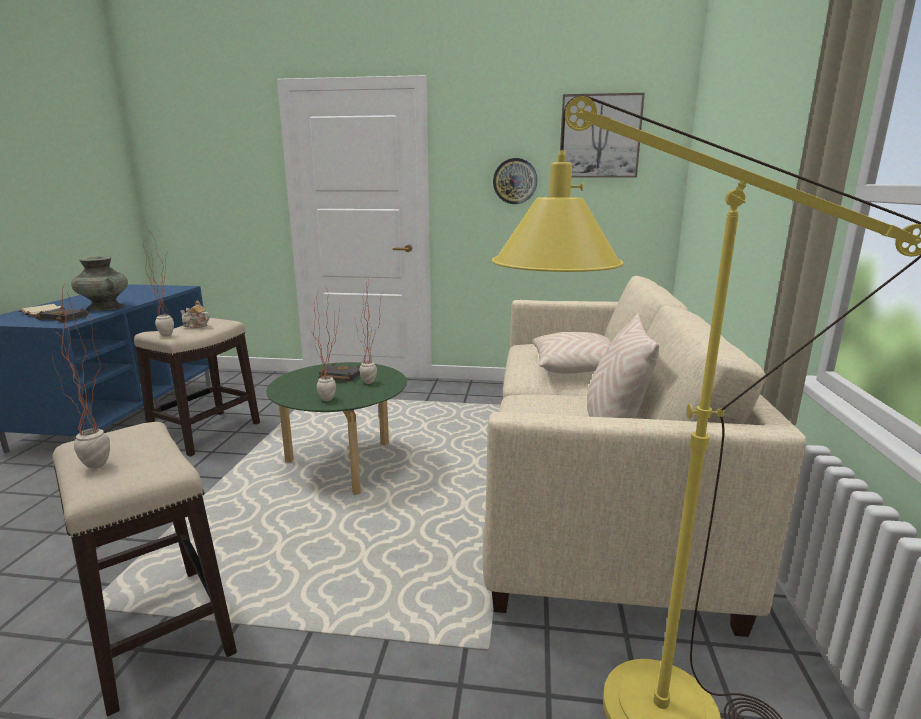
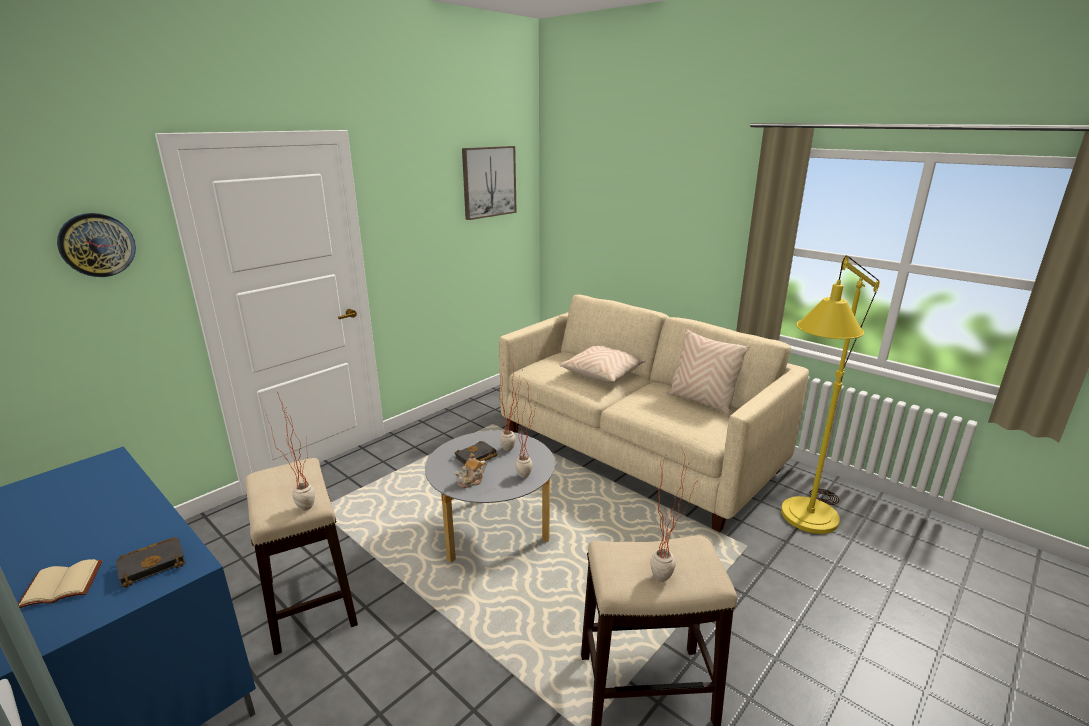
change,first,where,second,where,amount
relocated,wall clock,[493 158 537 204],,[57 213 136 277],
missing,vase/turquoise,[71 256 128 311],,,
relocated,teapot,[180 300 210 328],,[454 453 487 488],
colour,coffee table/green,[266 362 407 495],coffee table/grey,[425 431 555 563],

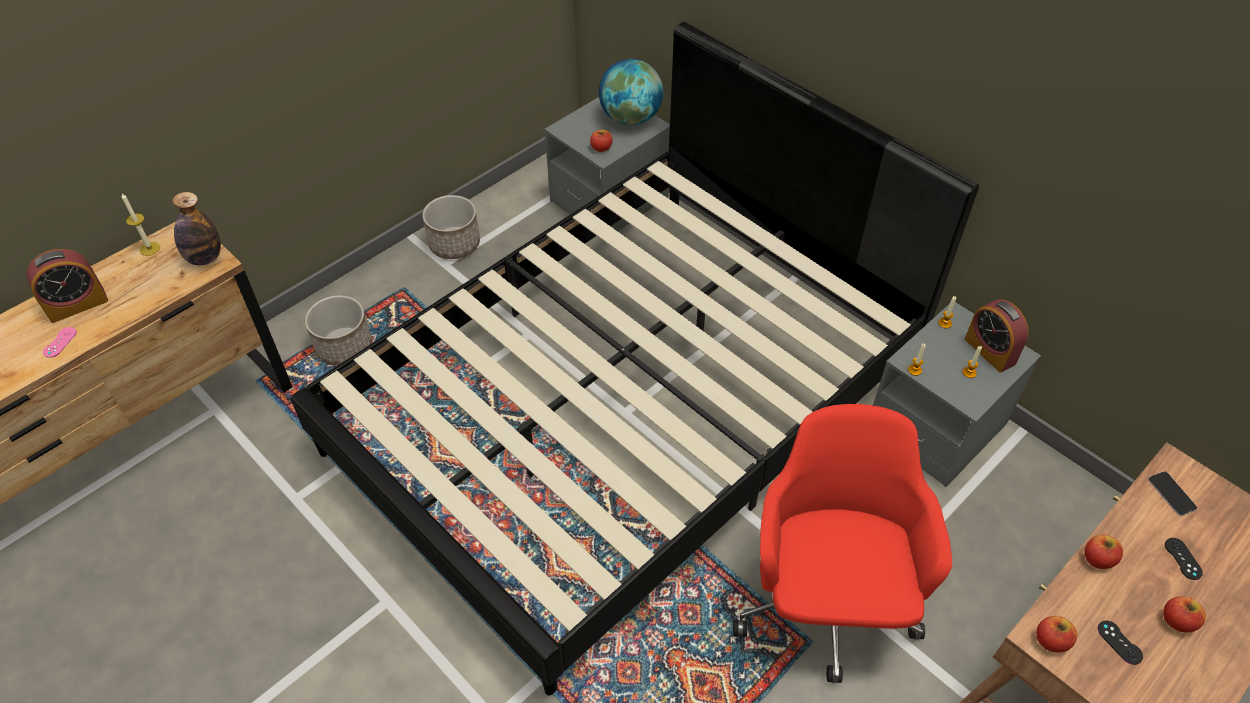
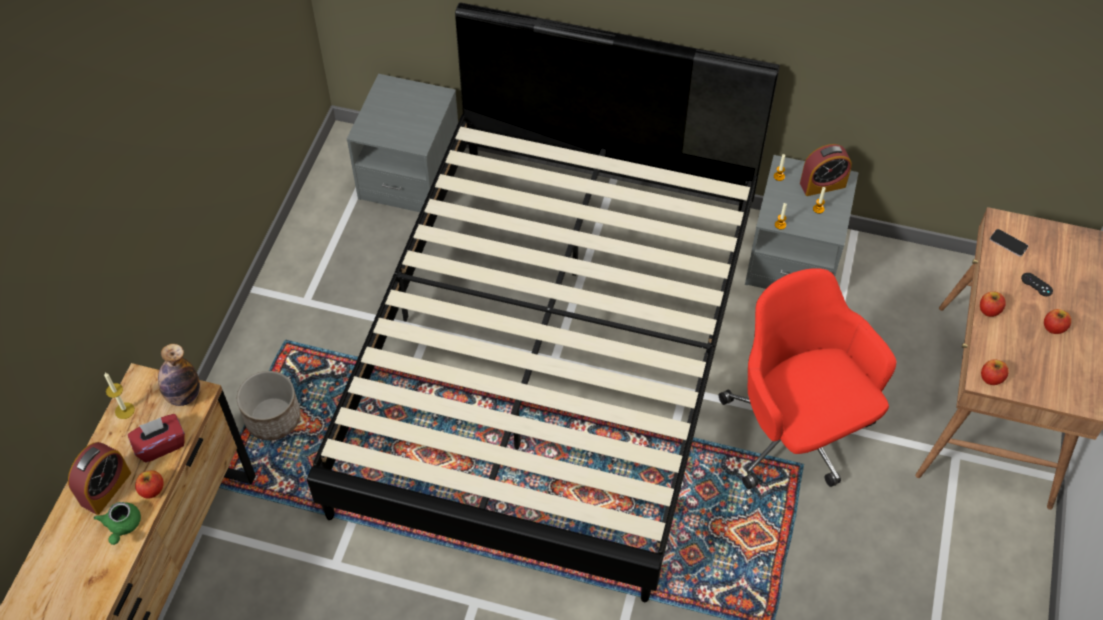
change,first,where,second,where,amount
missing,globe,[599 59 663 125],,,
relocated,apple,[590 130 613 152],,[135 470 164 499],
missing,planter,[423 195 480 259],,,
spun,alarm clock,[965 299 1029 373],,[800 144 852 196],45 degrees counterclockwise
exchanged,game controller/pink,[43 327 76 358],teapot/green,[94 502 141 545],
missing,game controller/black,[1098 621 1143 665],,,
appeared,,,tissue box/red,[128 414 185 463],

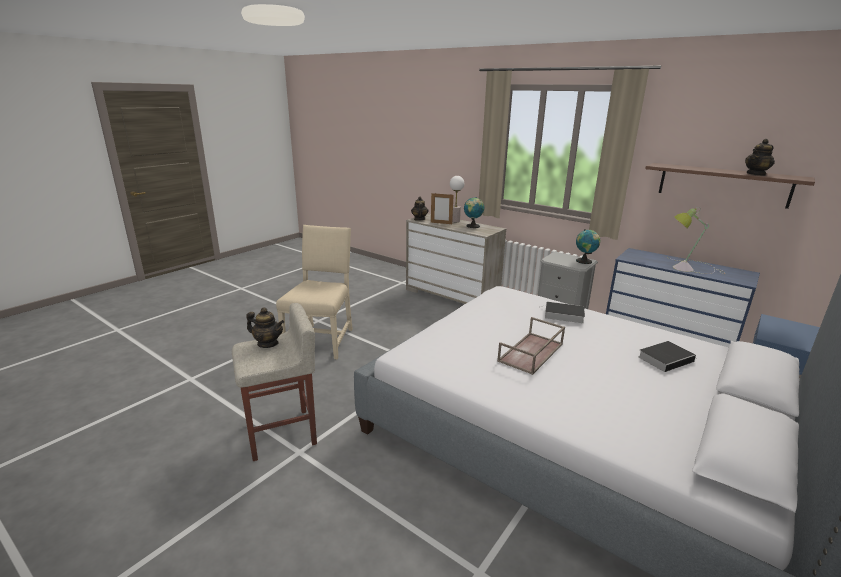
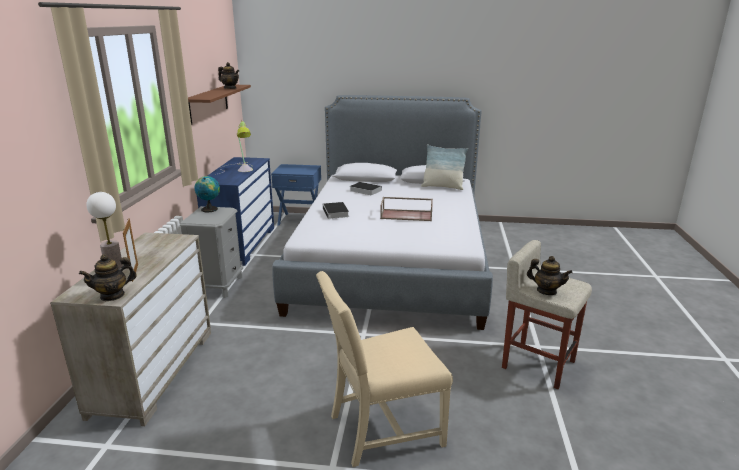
change,first,where,second,where,amount
missing,globe,[464 197 484 228],,,
spun,teapot,[247 307 284 348],,[527 256 573 295],135 degrees clockwise
appeared,,,pillow,[421 144 468 190],

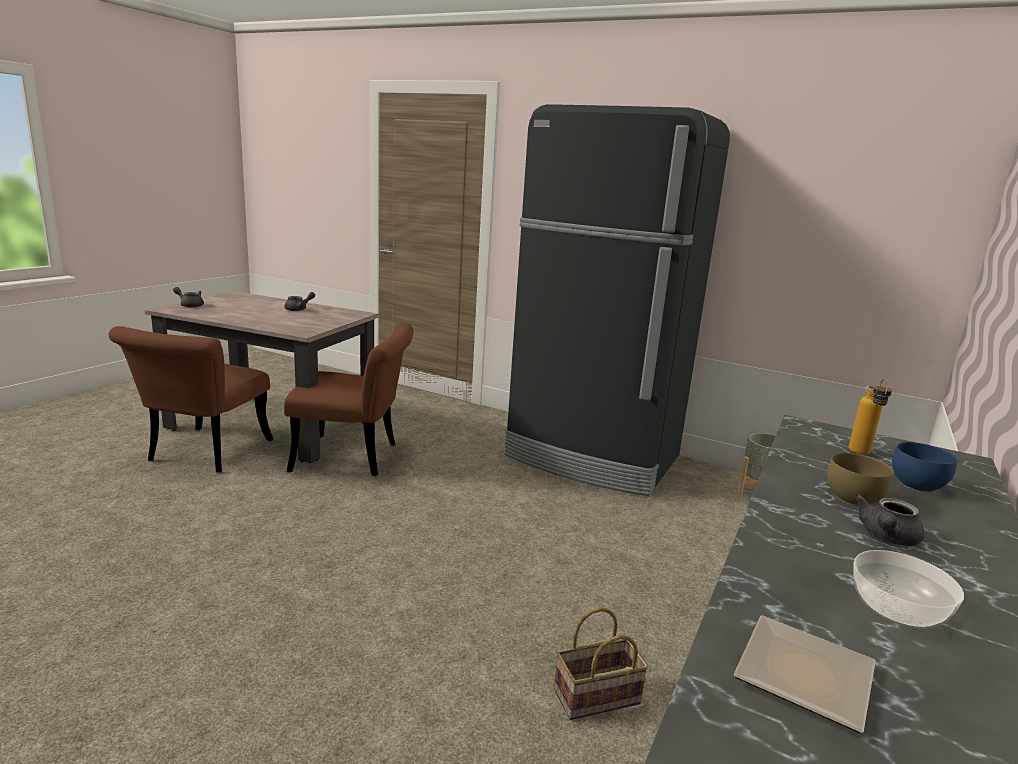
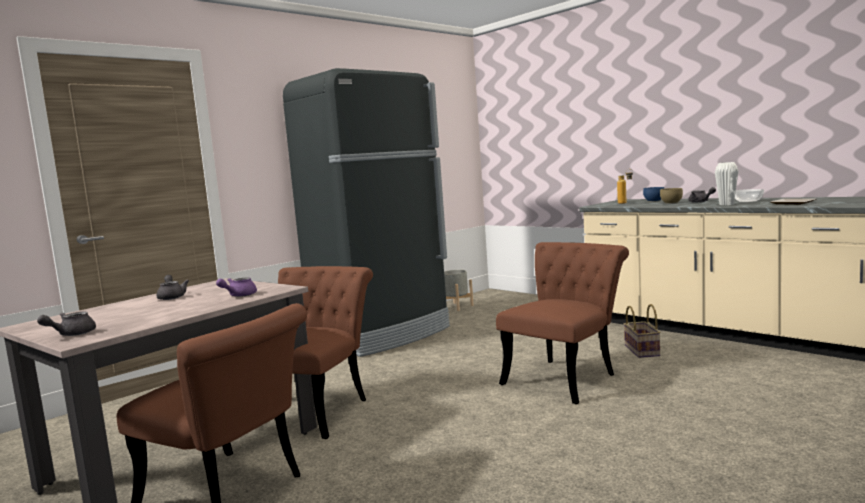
change,first,where,second,where,amount
appeared,,,vase/white,[715 162 738 205],
appeared,,,chair/brown,[496 242 629 404],
appeared,,,teapot/purple,[216 278 257 297],

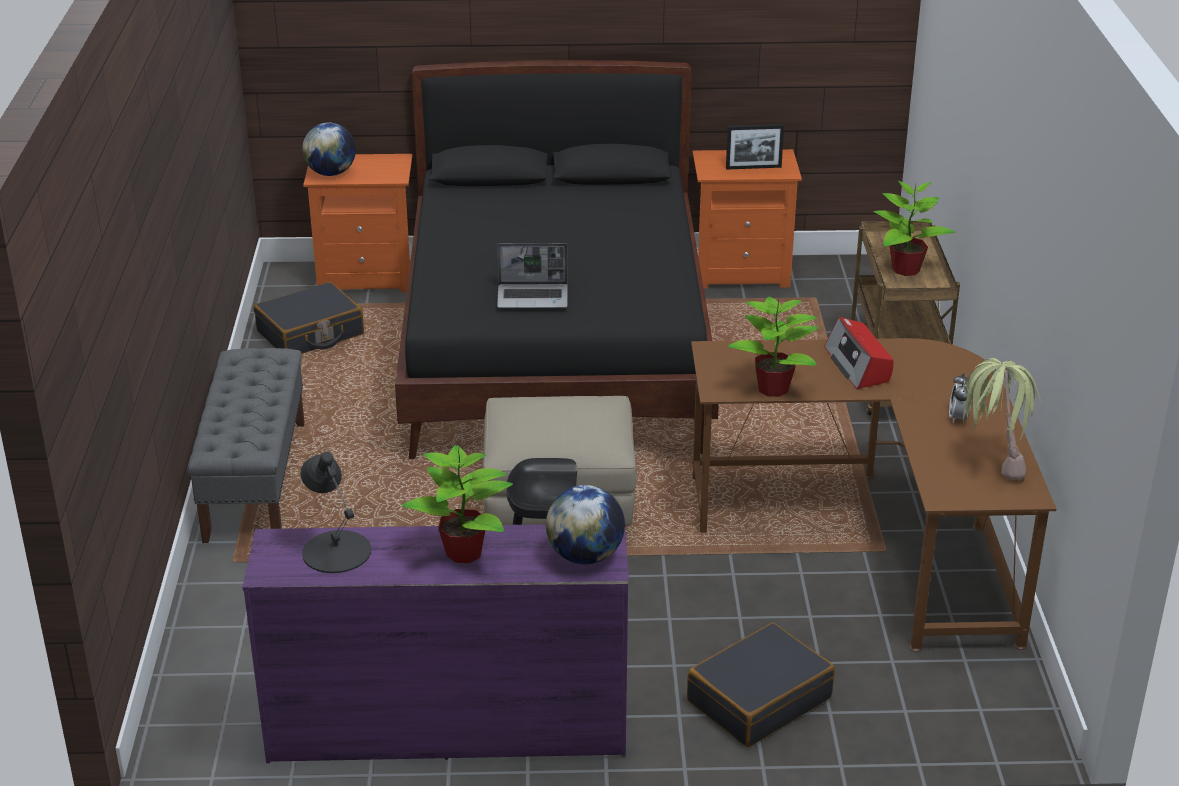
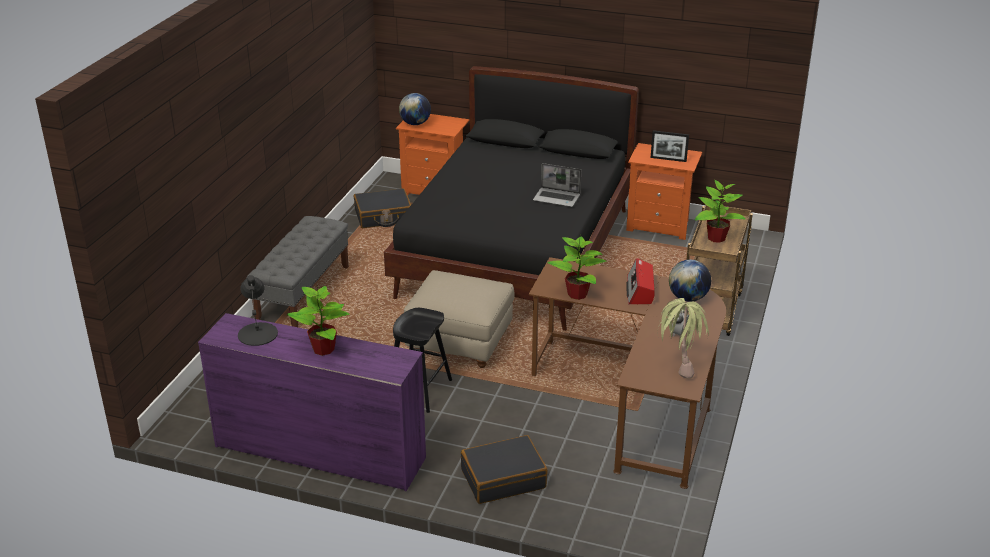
change,first,where,second,where,amount
relocated,laptop,[497 243 568 308],,[533 163 582 207],
relocated,globe,[546 485 625 564],,[669 260 711 302],

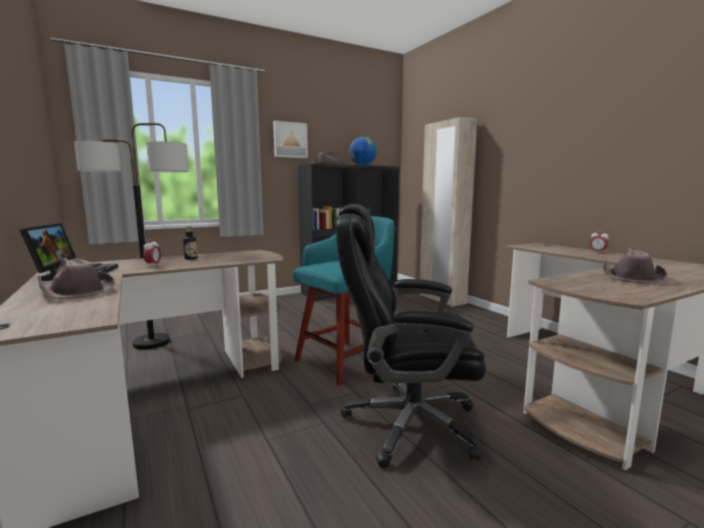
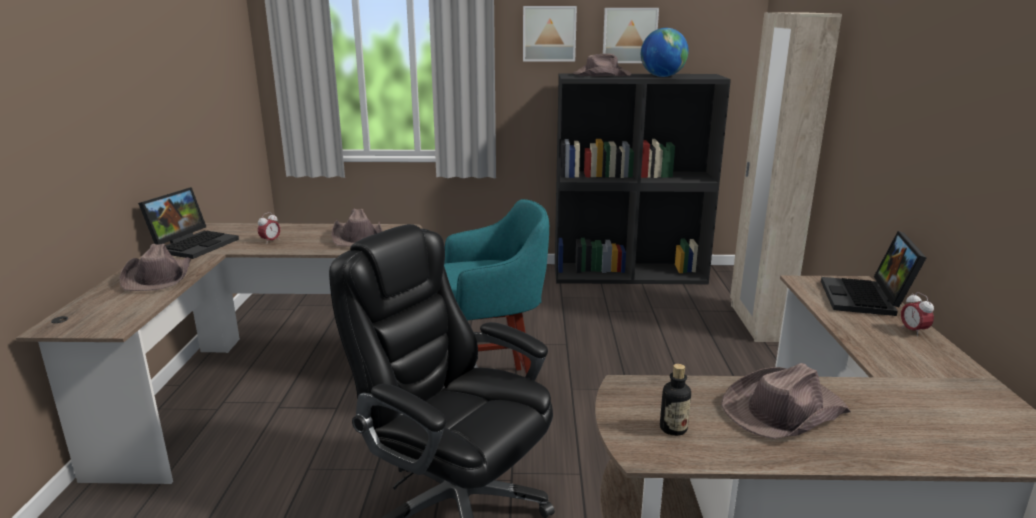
change,first,where,second,where,amount
missing,floor lamp,[74 123 188 350],,,
relocated,bottle,[183 227 198 260],,[660 364 691 436],
appeared,,,picture,[603 8 659 63],
appeared,,,hat/brown,[331 209 382 247],
appeared,,,laptop,[821 231 926 316],

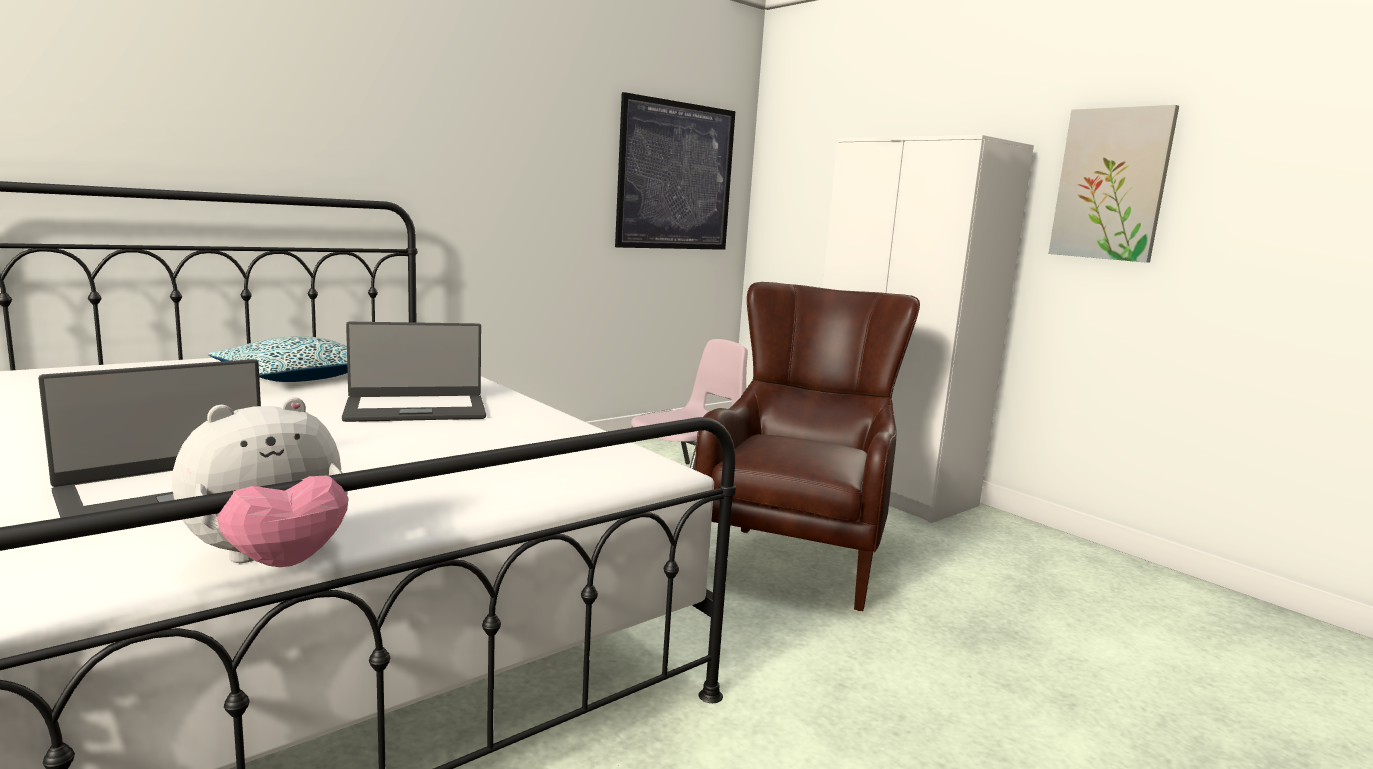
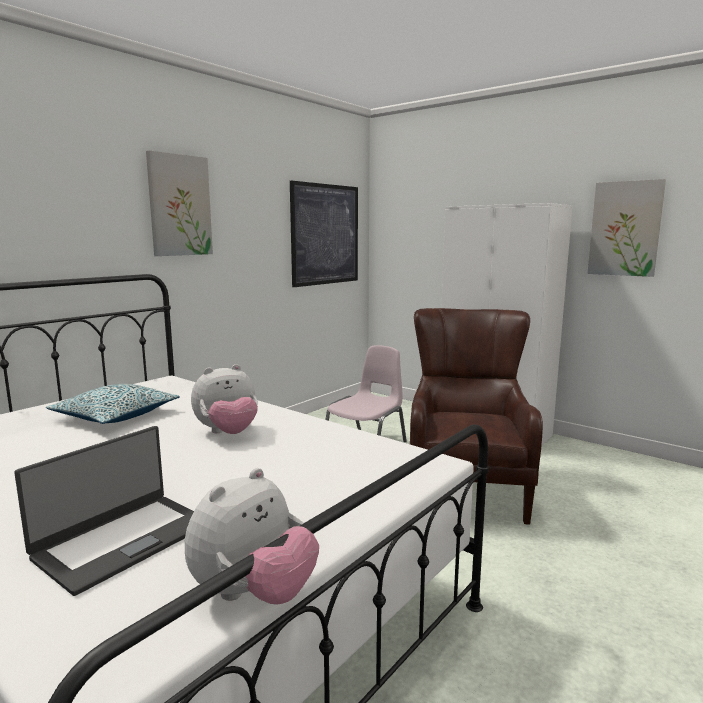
change,first,where,second,where,amount
exchanged,laptop,[342 322 486 422],plush toy,[191 364 258 434],
appeared,,,picture,[146 150 213 256],

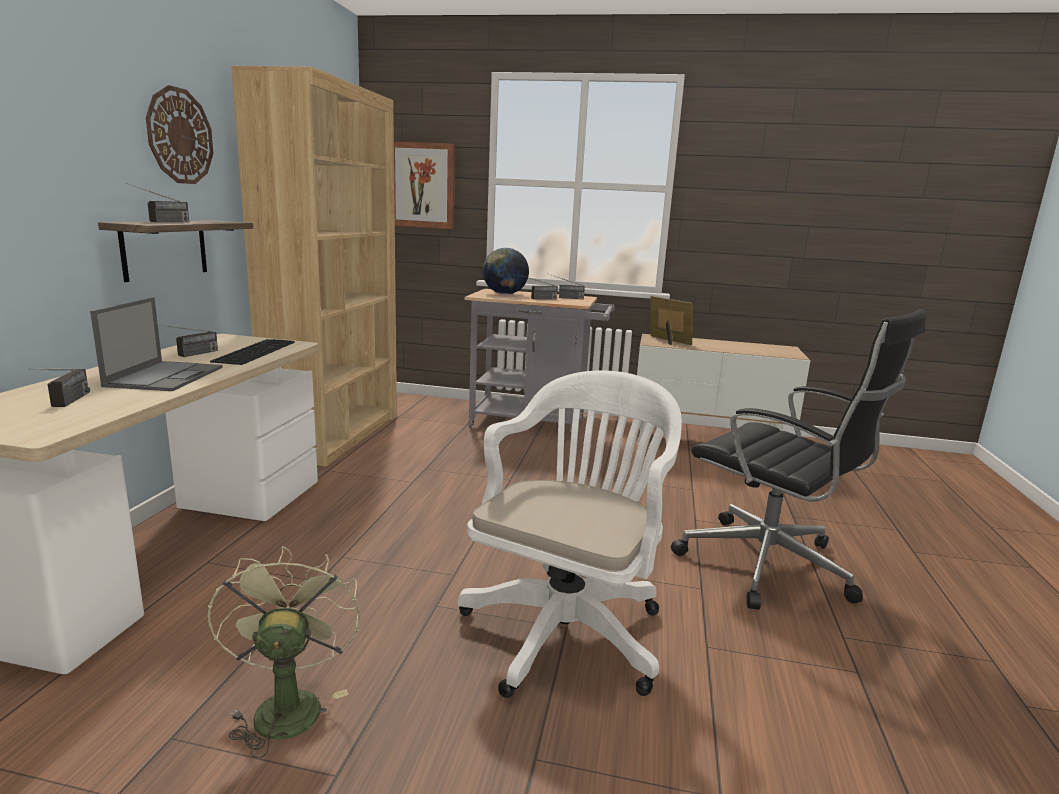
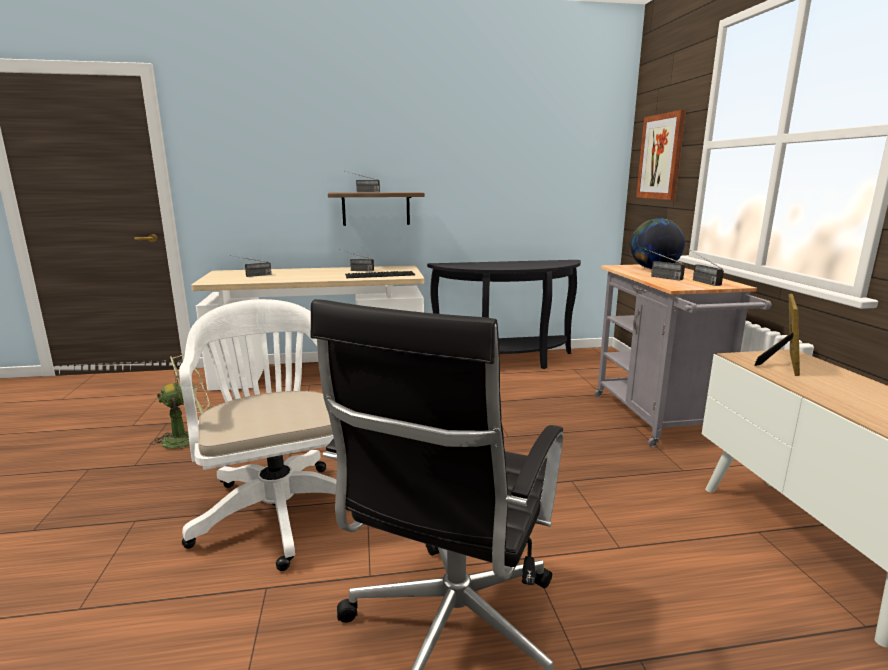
change,first,where,second,where,amount
exchanged,bookcase/brown,[231 66 397 467],console table/black,[427 260 581 369],
missing,wall clock,[146 85 213 184],,,
missing,laptop,[90 297 223 391],,,
spun,office chair/white,[458 370 682 698],,[179 299 337 571],120 degrees counterclockwise

